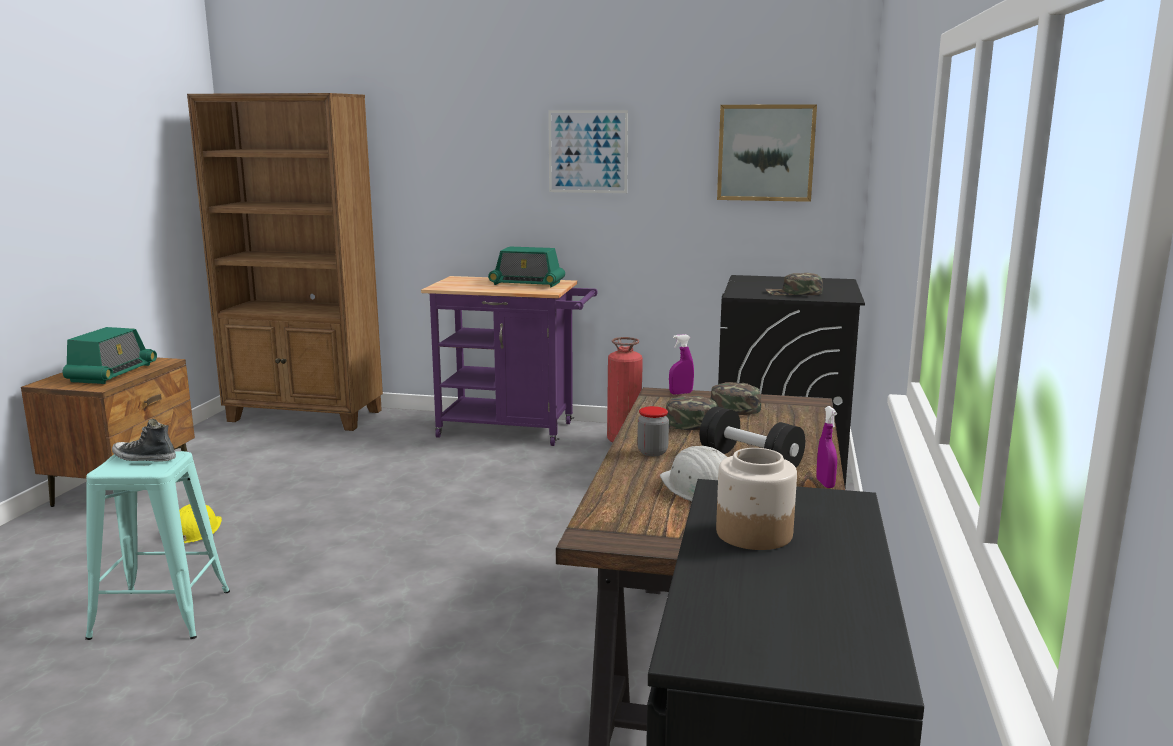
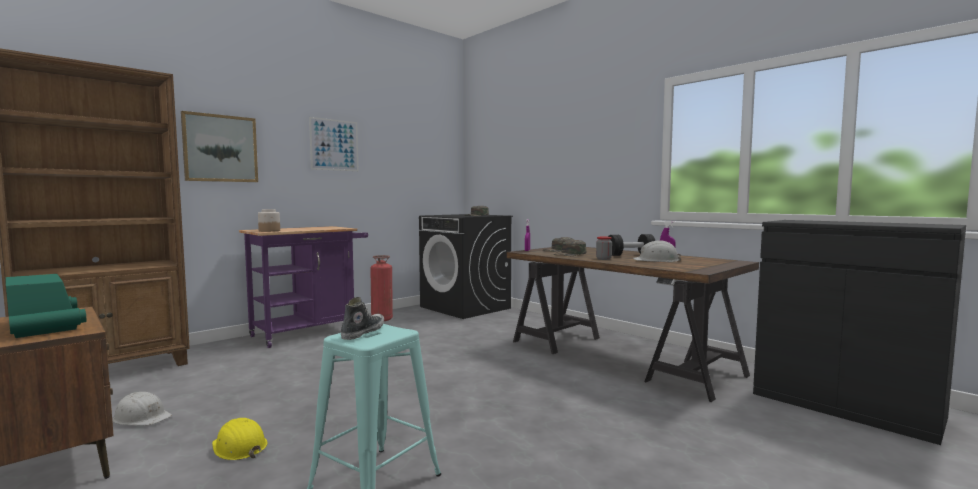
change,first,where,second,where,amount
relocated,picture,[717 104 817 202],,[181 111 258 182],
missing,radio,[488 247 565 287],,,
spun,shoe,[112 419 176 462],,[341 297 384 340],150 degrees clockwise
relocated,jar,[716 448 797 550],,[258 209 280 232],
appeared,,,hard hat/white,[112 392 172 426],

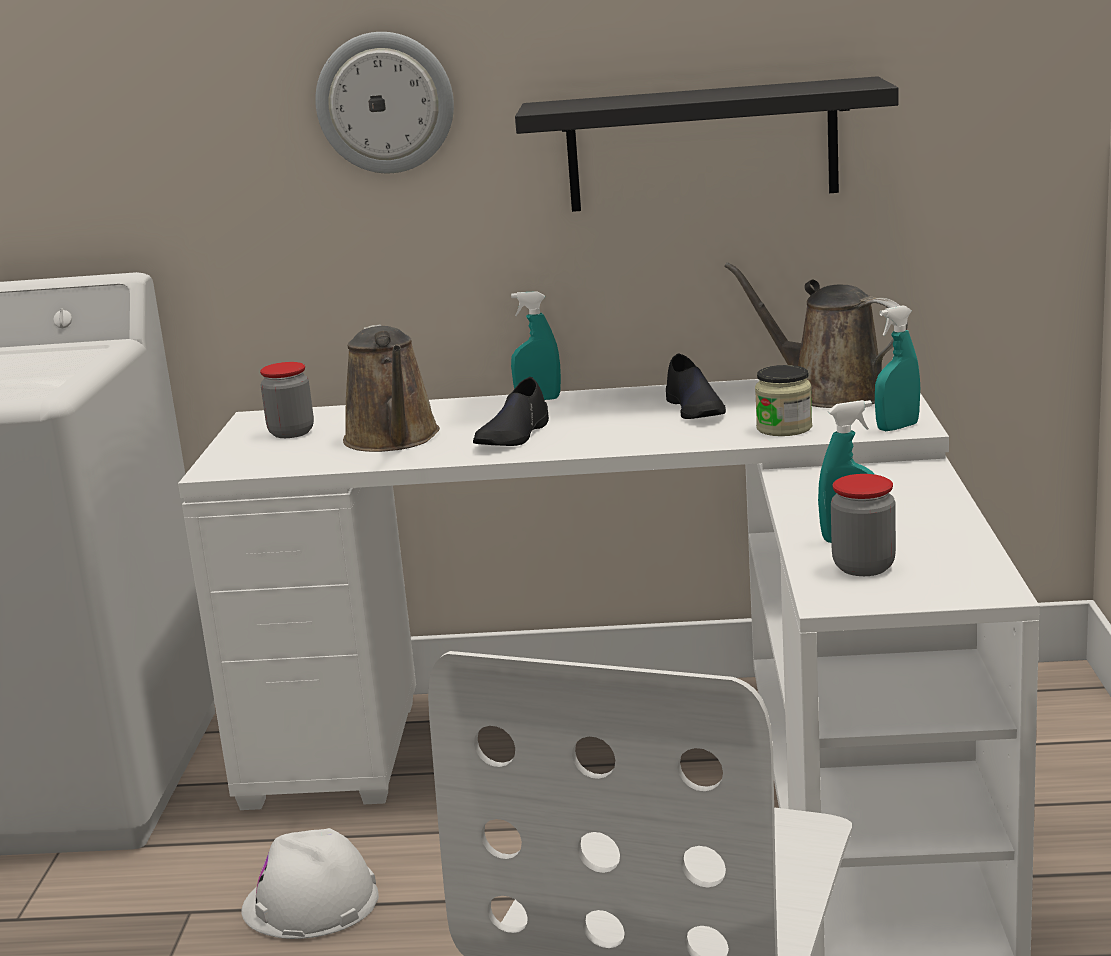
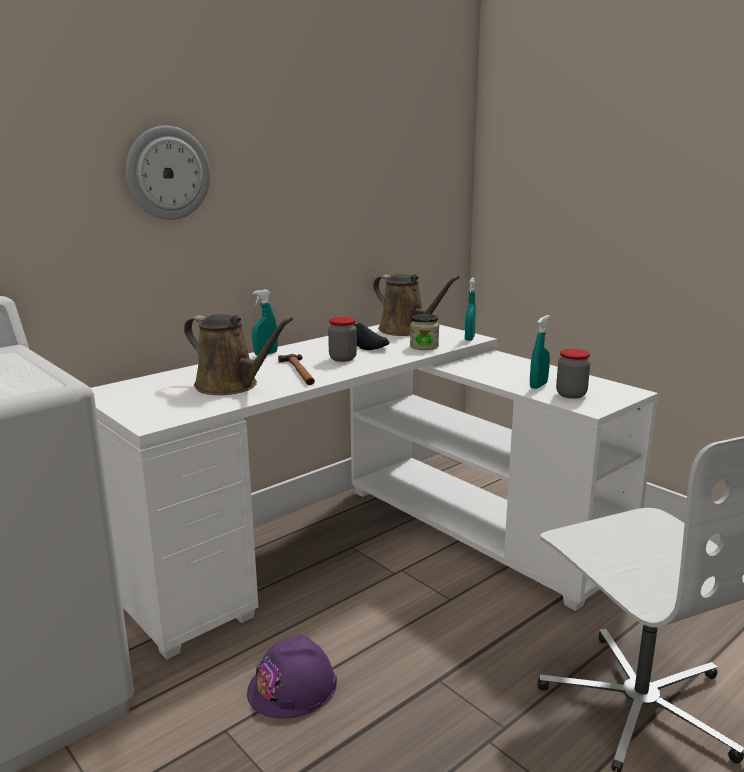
change,first,where,second,where,amount
missing,shelf/black,[515 76 899 212],,,
spun,watering can/brown,[724 262 908 408],,[373 274 460 336],135 degrees counterclockwise
relocated,jar,[260 362 314 438],,[328 317 357 362],
exchanged,shoe/black,[473 377 549 446],hammer,[278 354 315 385],
colour,hard hat/white,[241 828 379 939],hard hat/purple,[247 634 337 719],

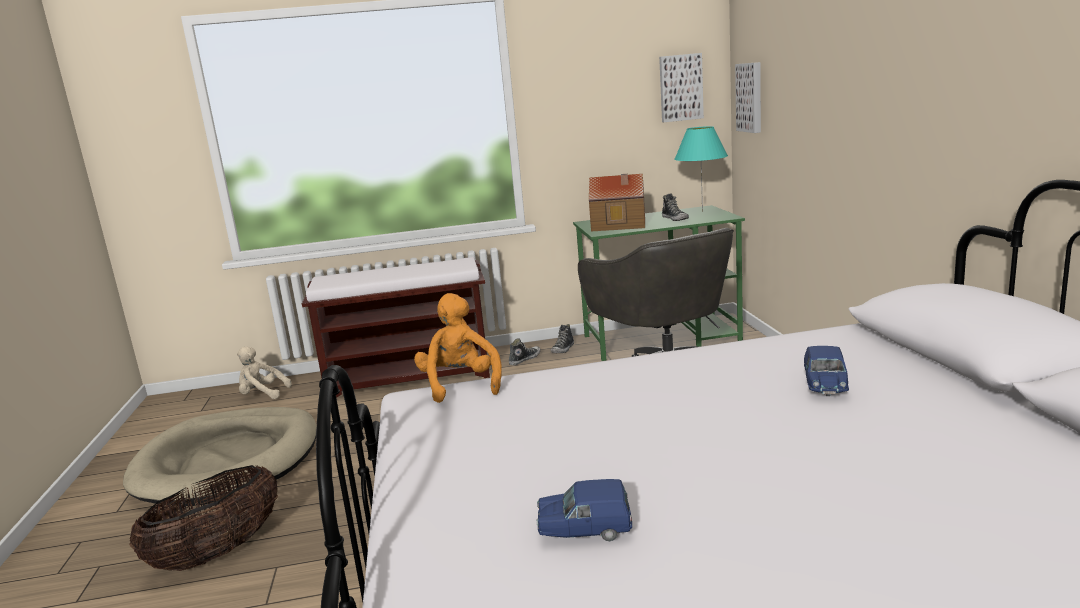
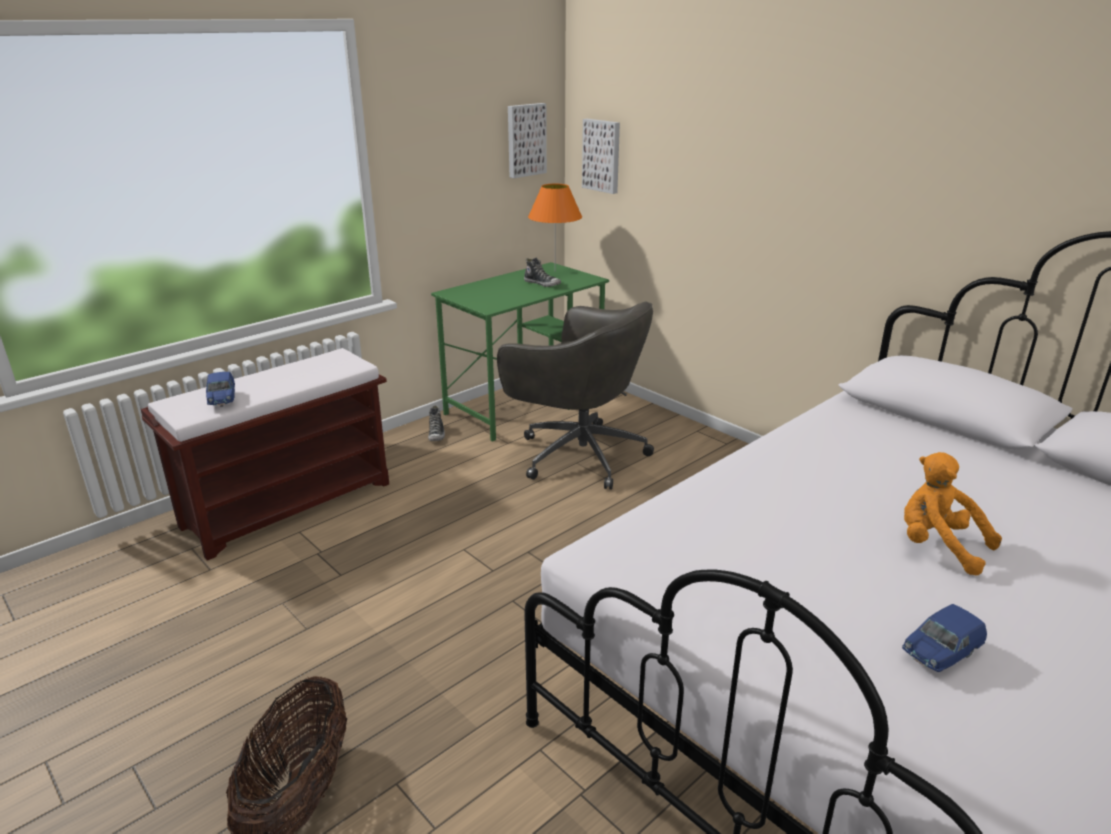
change,first,where,second,where,amount
colour,table lamp/turquoise,[674 126 728 212],table lamp/orange,[528 184 582 272],
missing,toy house,[589 174 645 231],,,
relocated,plush toy/orange,[414 293 502 403],,[904 452 1002 576],
missing,shoe,[509 339 541 365],,,
relocated,toy car/blue,[804 346 849 396],,[206 372 235 407],
missing,plush toy/beige,[237 347 292 399],,,
missing,dog bed/beige,[123 407 317 506],,,

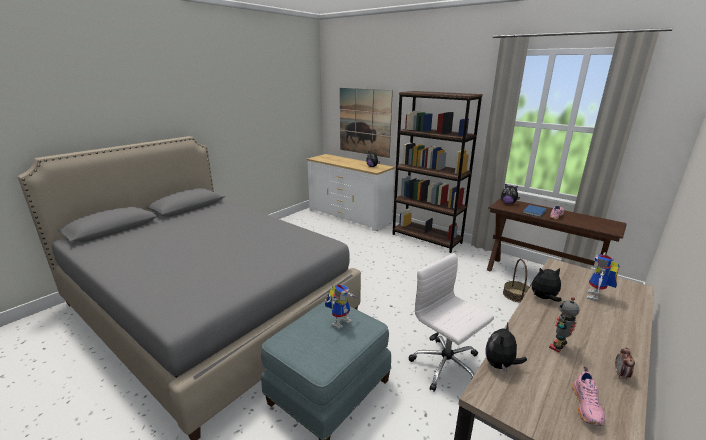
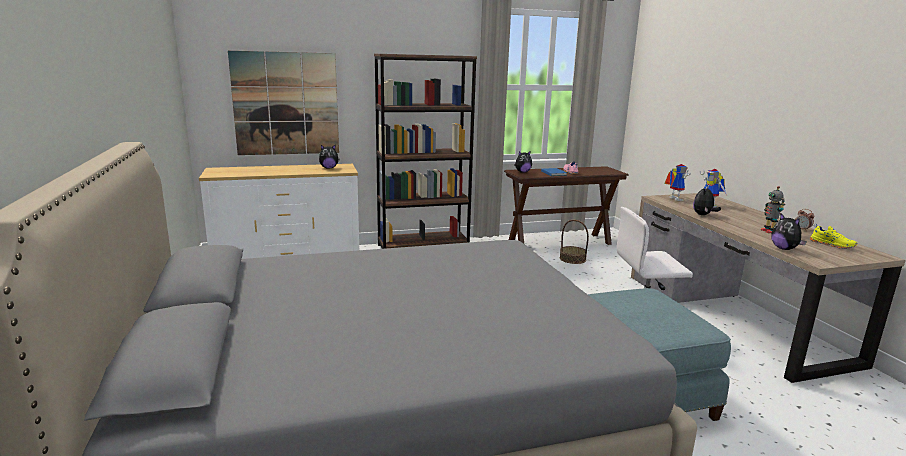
change,first,where,second,where,amount
relocated,toy robot,[325 285 357 329],,[665 164 691 201],
colour,shoe/pink,[572 367 605 426],shoe/yellow,[810 224 857 249],

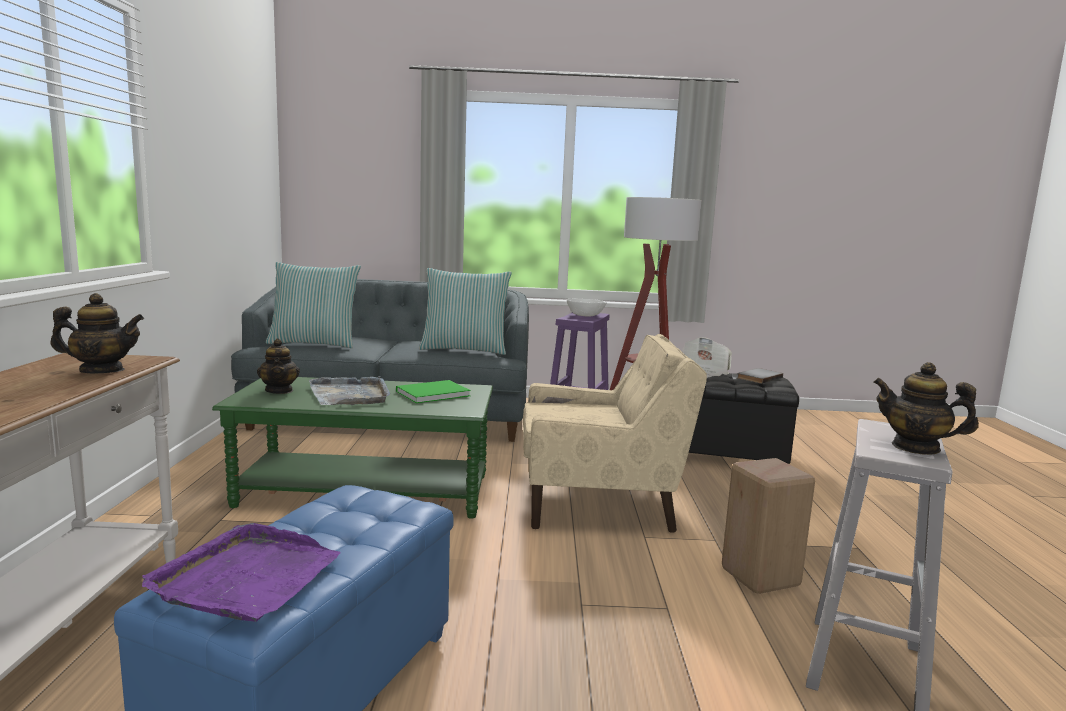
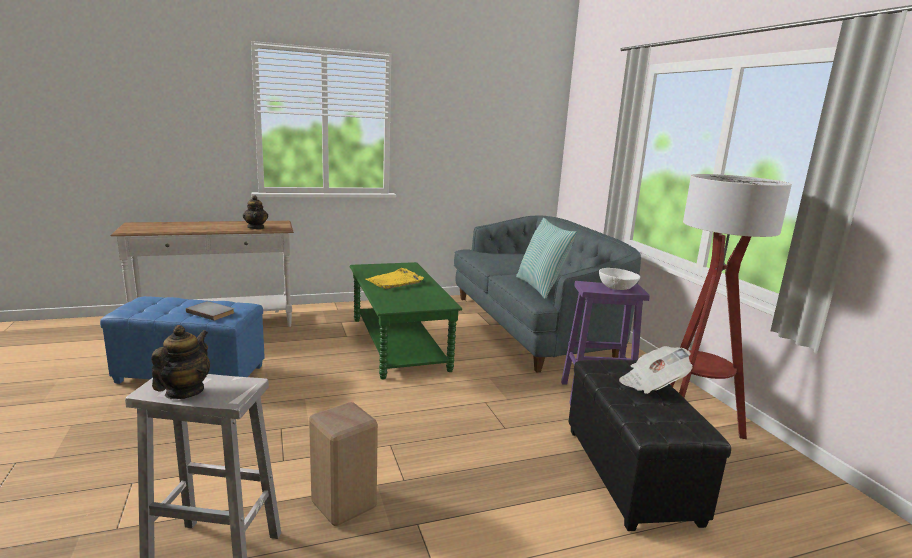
change,first,where,second,where,amount
missing,pillow,[266 262 361 348],,,
missing,armchair/beige,[523 334 707 533],,,
missing,teapot,[257 339 300 394],,,
relocated,book/grey,[738 368 783 384],,[186 301 234 321],
colour,tray/grey,[309 376 391 405],tray/yellow,[366 268 424 289],
missing,book/green,[396 380 471 403],,,
missing,tray/purple,[142 523 341 622],,,

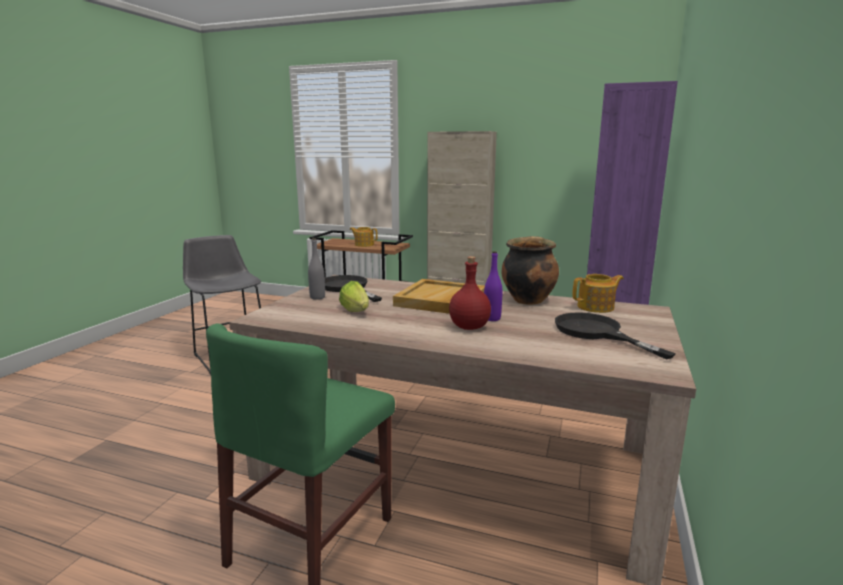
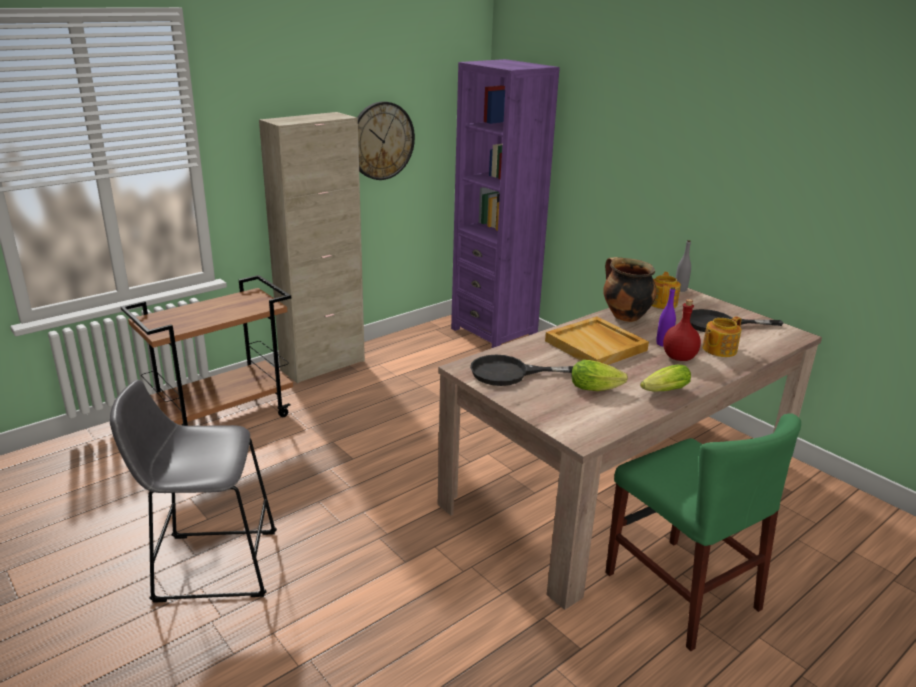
change,first,where,second,where,amount
relocated,teapot,[350 227 378 247],,[702 316 741 357],
relocated,bottle/grey,[308 238 325 300],,[676 240 691 292],
appeared,,,wall clock,[357 101 415 180],
appeared,,,lettuce,[640 365 691 392],

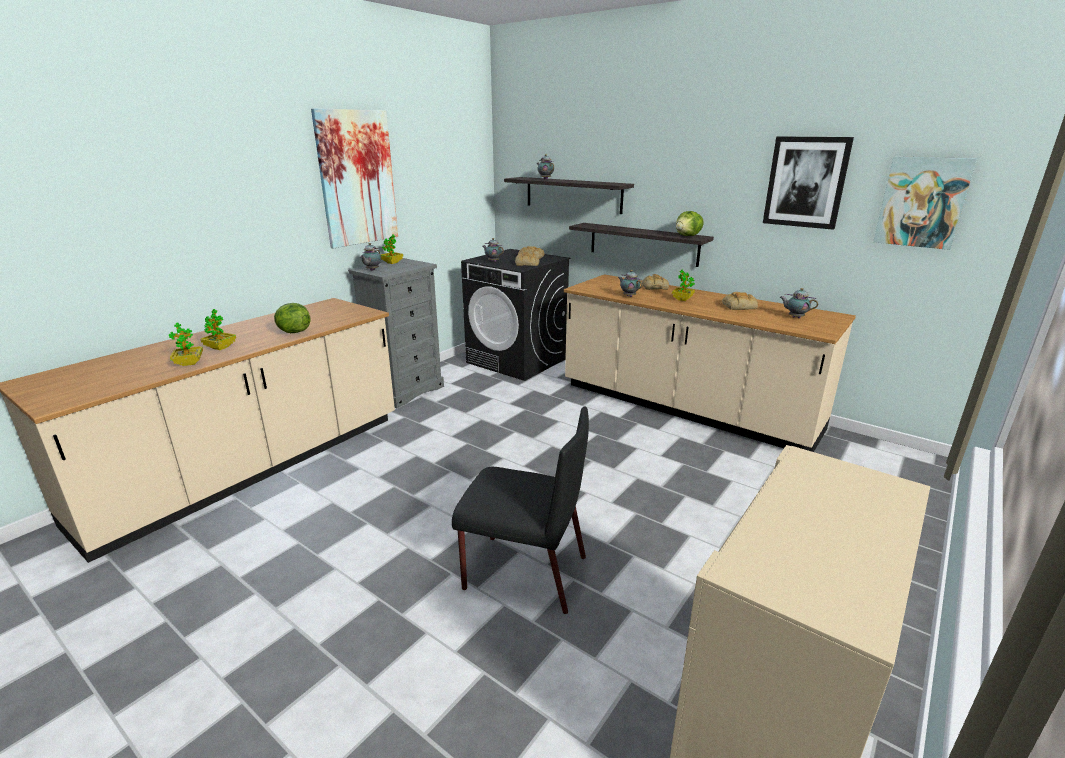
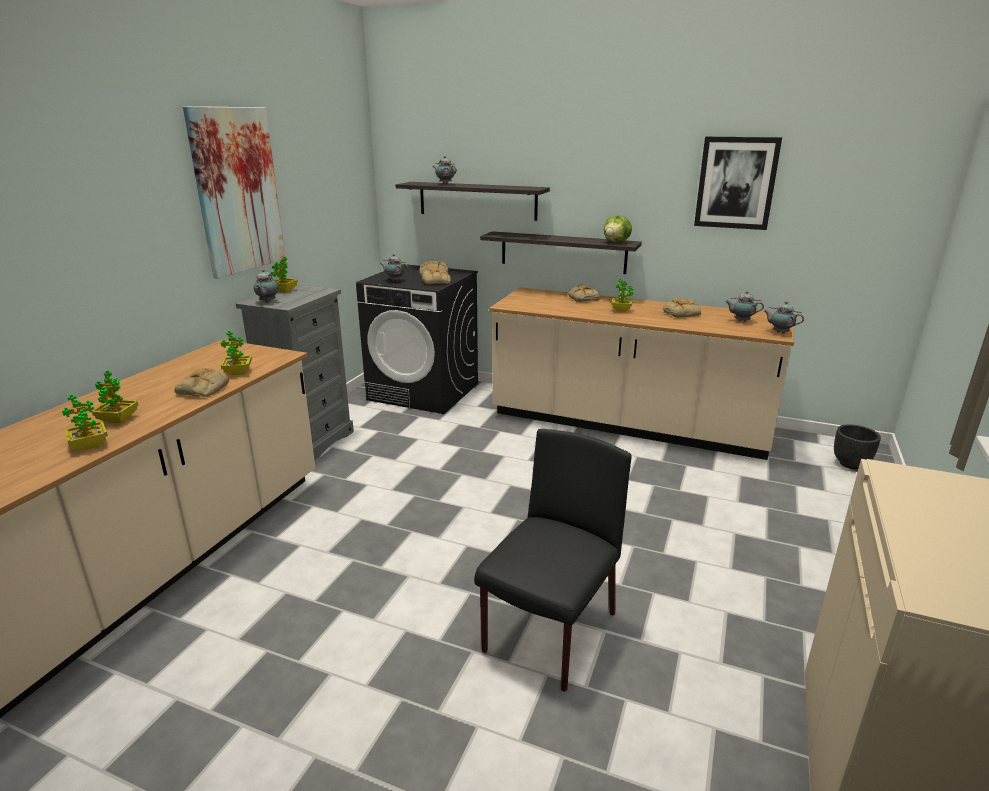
change,first,where,second,where,amount
missing,picture,[873 156 977 250],,,
relocated,teapot,[618 270 642 297],,[764 301 804 334],
exchanged,lettuce,[274 303 310 333],bread,[175 368 229 397],
spun,chair/black,[452 407 589 614],,[474 429 631 692],60 degrees counterclockwise
appeared,,,potted plant,[221 331 252 375],
appeared,,,planter/black,[834 424 881 469],

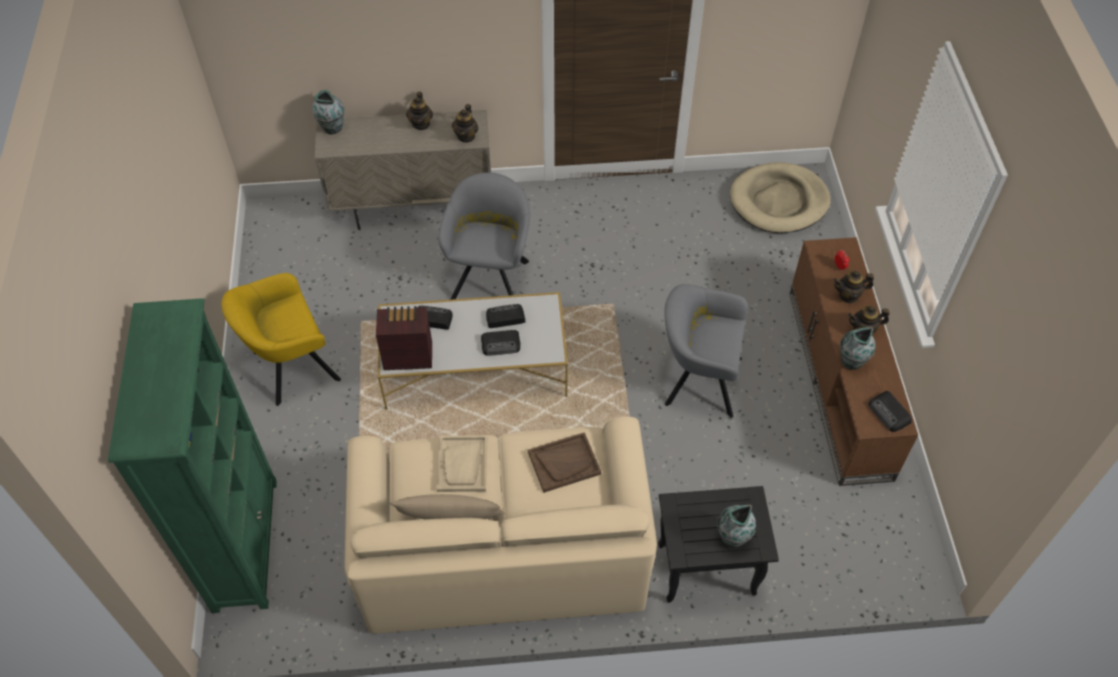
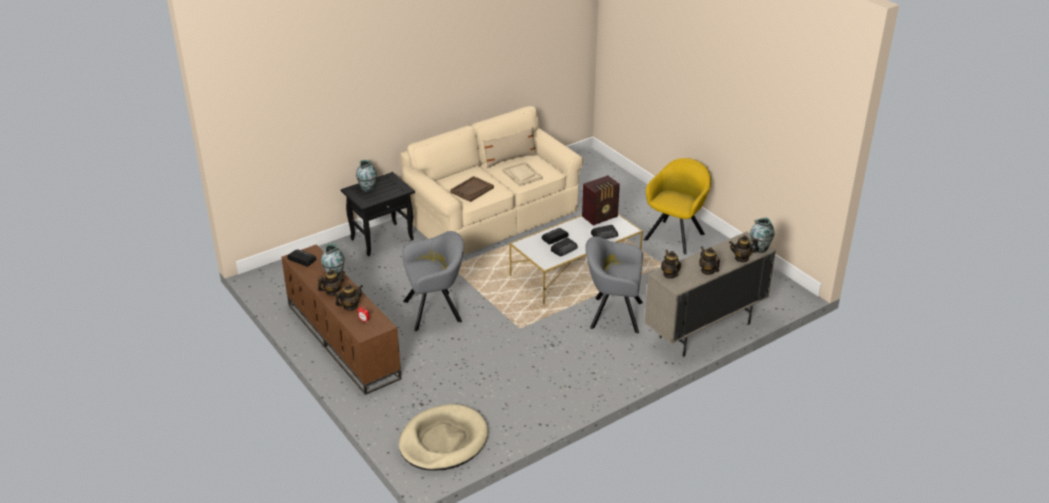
change,first,where,second,where,amount
spun,armchair/grey,[438 172 530 300],,[585 236 643 334],120 degrees clockwise
missing,bookcase/green,[108 298 277 613],,,
appeared,,,teapot,[729 235 759 262],

